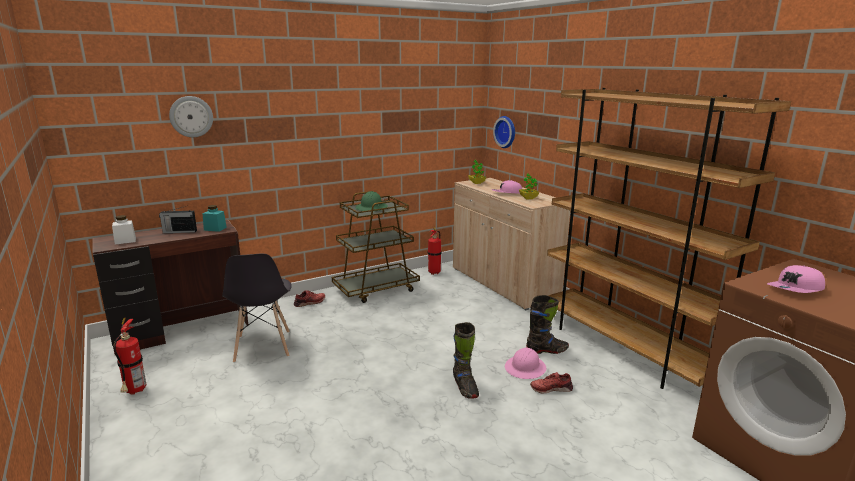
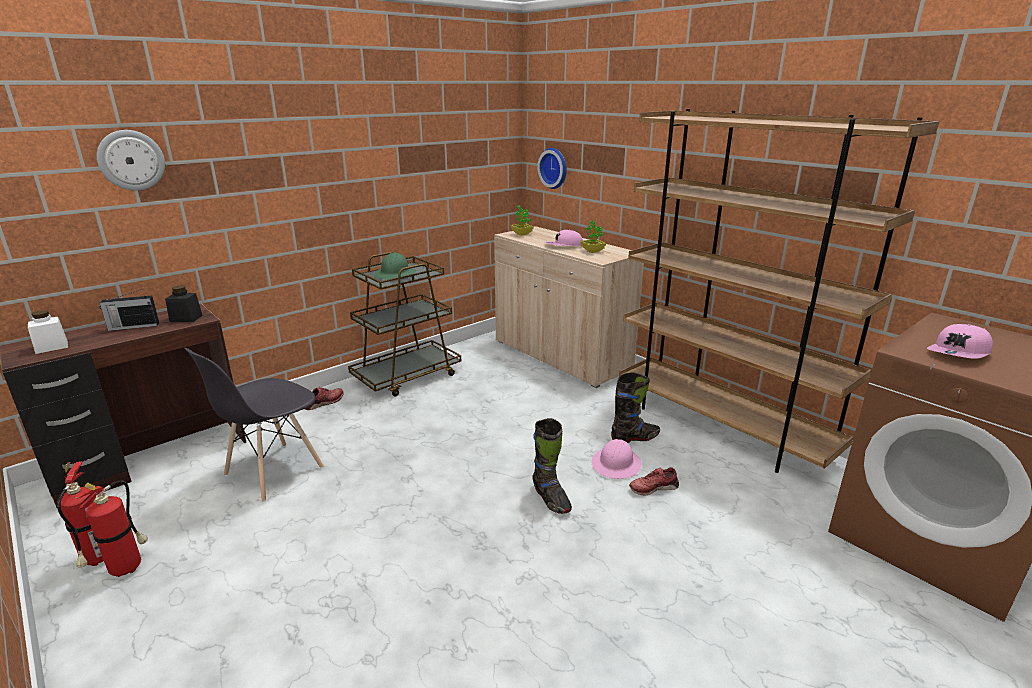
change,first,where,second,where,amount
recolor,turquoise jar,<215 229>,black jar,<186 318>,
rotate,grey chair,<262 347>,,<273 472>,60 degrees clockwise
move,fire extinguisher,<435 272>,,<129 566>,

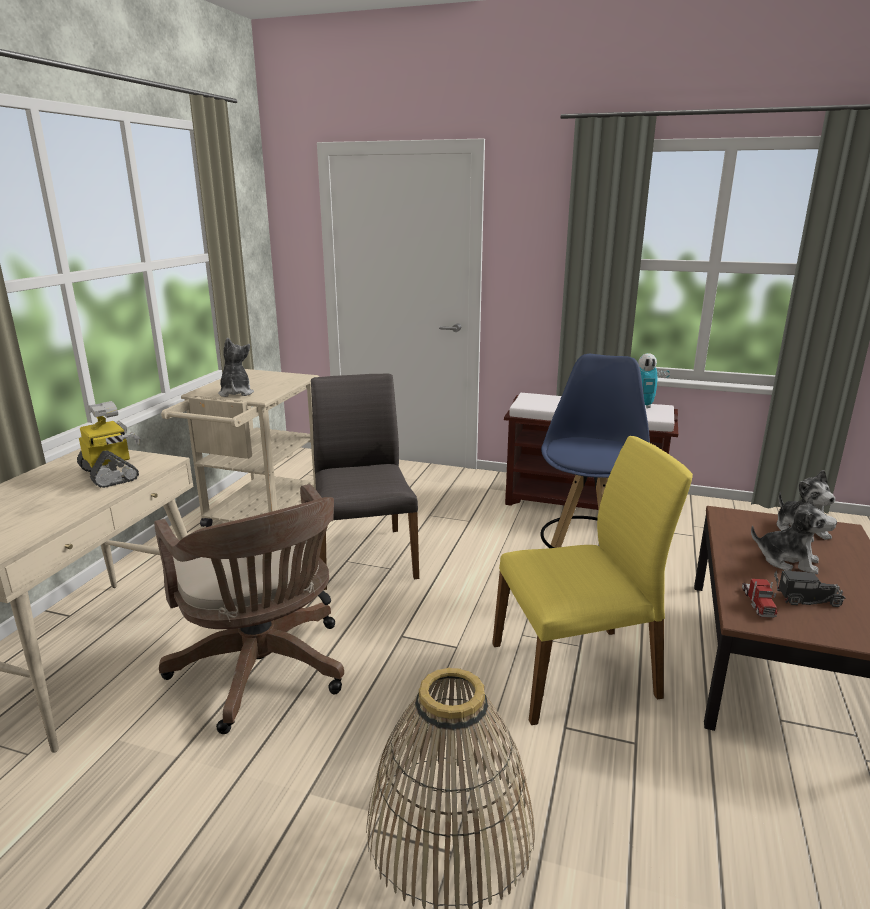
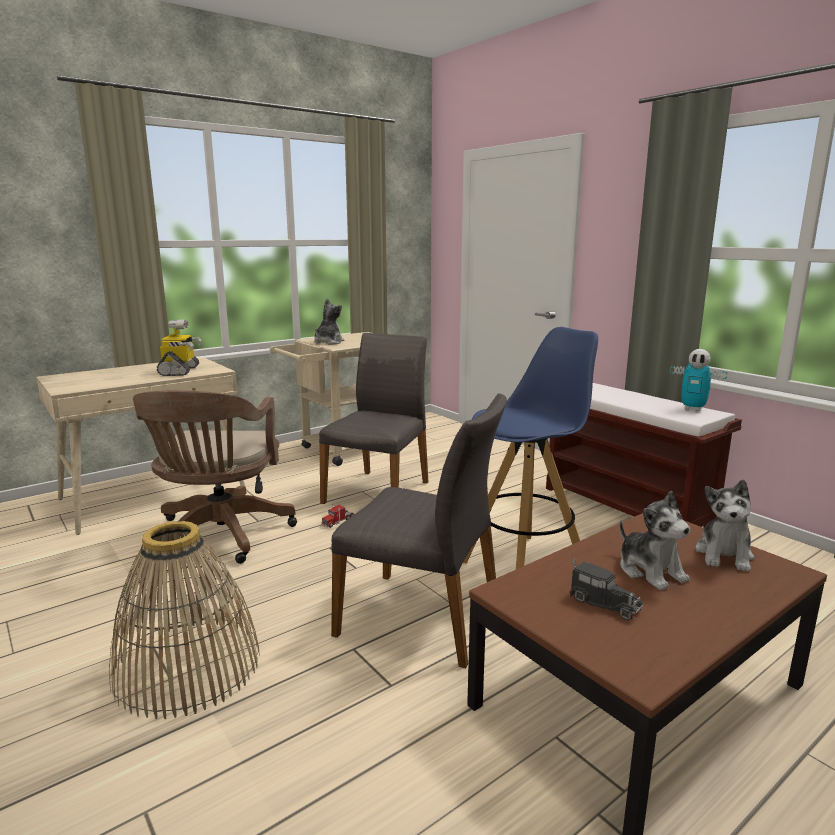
change,first,where,second,where,amount
recolor,yellow chair,<576 671>,grey chair,<421 618>,
move,toy truck,<757 603>,,<338 521>,

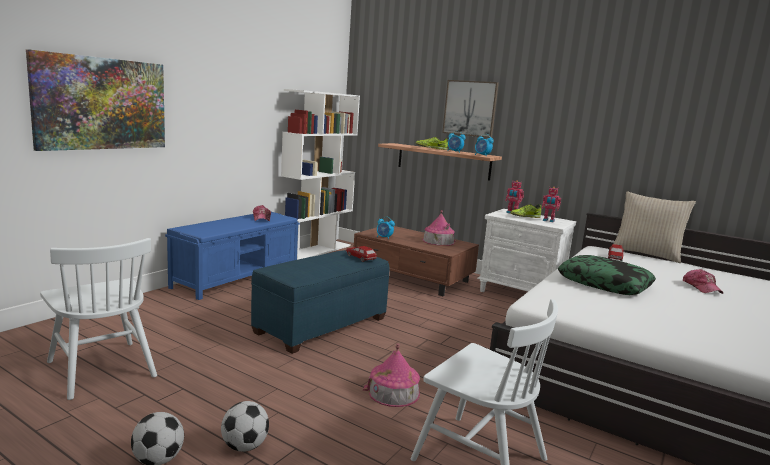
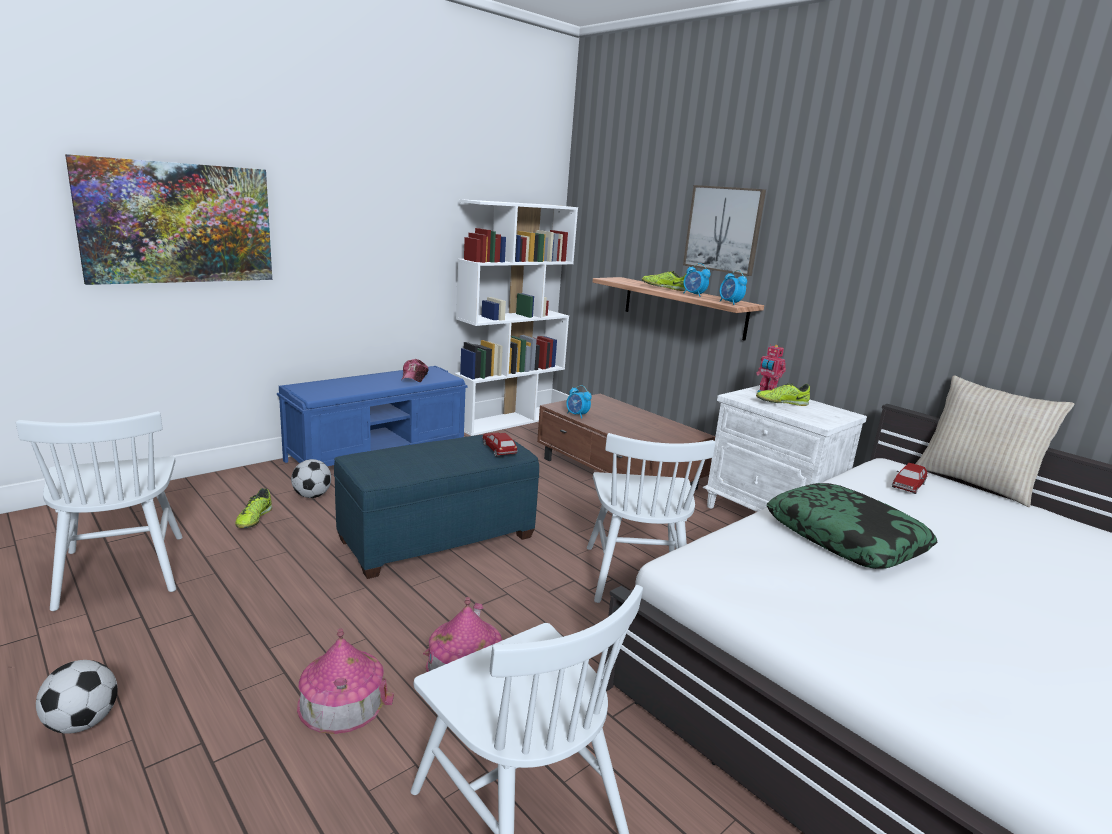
change,first,where,second,where,amount
move,football,<245 446>,,<312 496>,
move,toy house,<438 241>,,<342 701>,
delete,toy robot,<548 221>,,,
delete,cap,<701 287>,,,
insert,,,shoe,<254 519>,
insert,,,white chair,<635 575>,

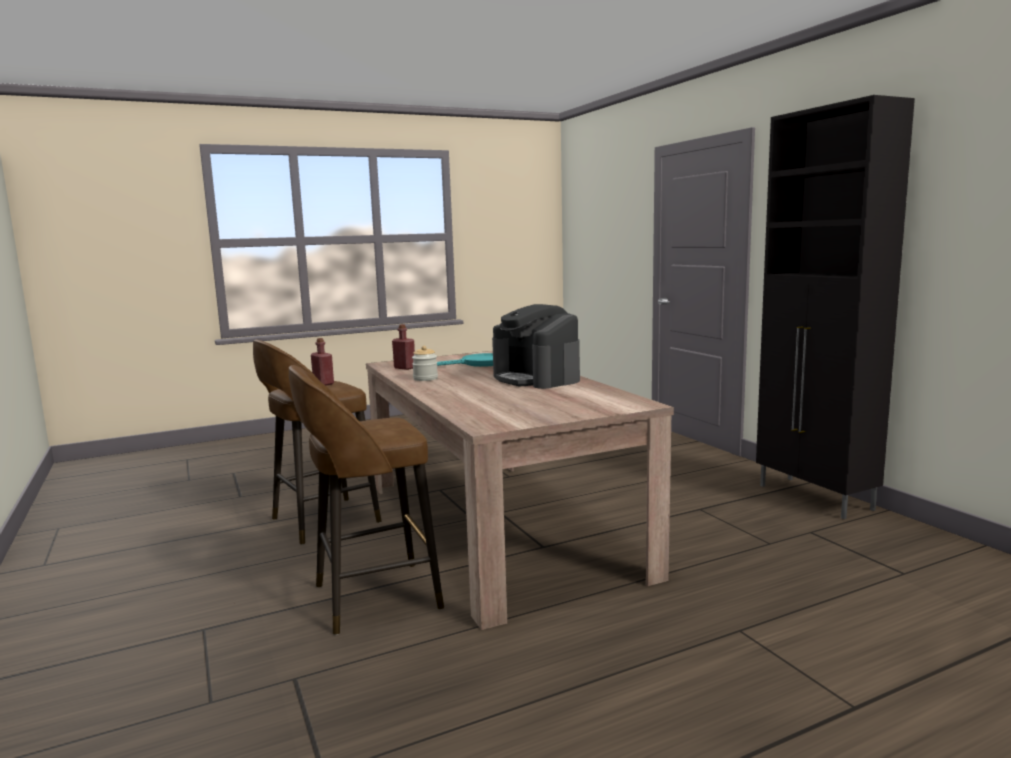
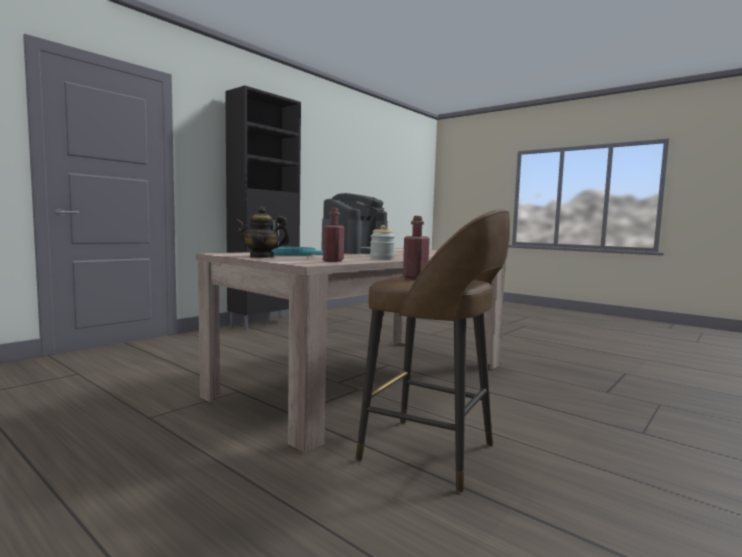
change,first,where,second,where,amount
delete,brown stool,<372 597>,,,
insert,,,teapot,<262 257>,

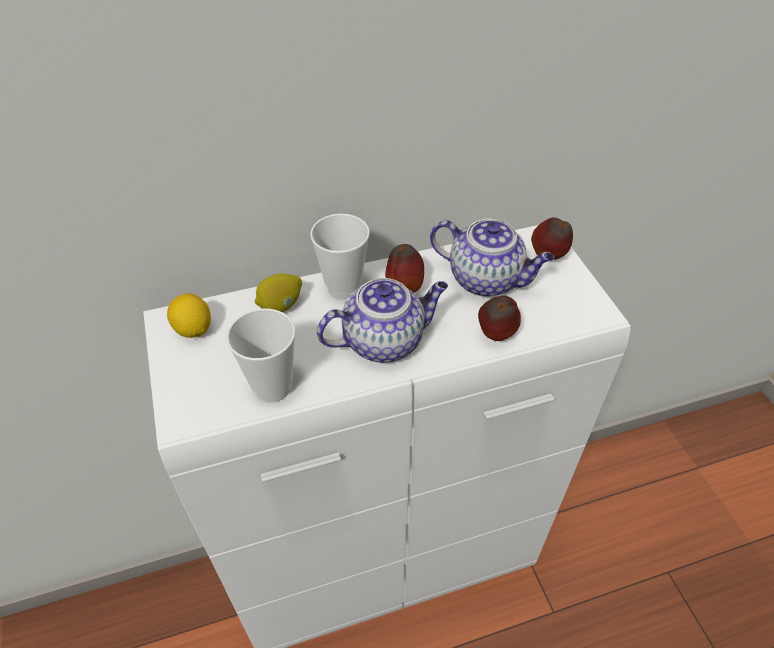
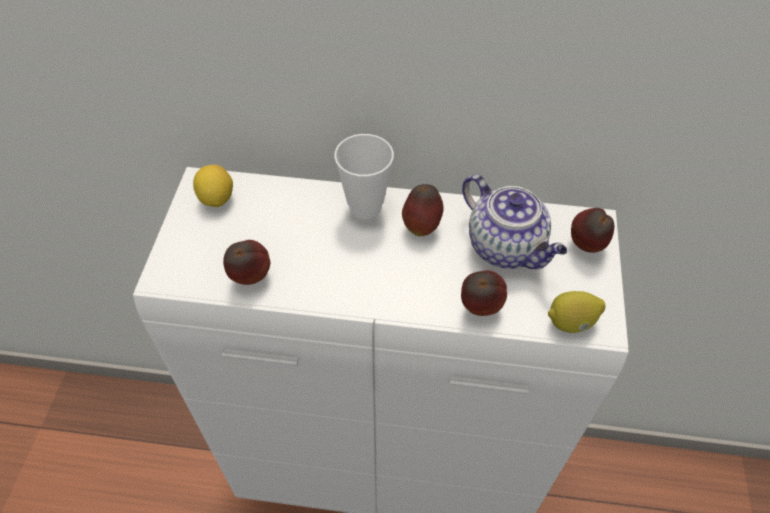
change,first,where,second,where,amount
replace,cup,<272 387>,apple,<250 277>,
move,lemon,<281 306>,,<571 322>,
delete,teapot,<384 340>,,,

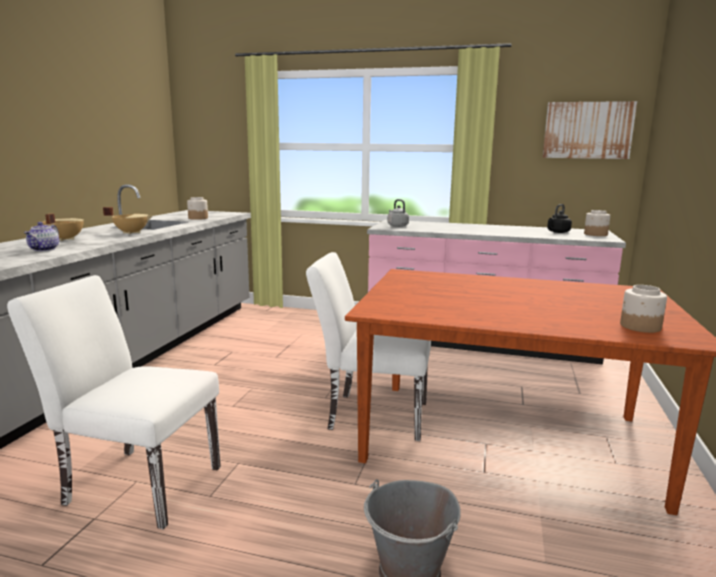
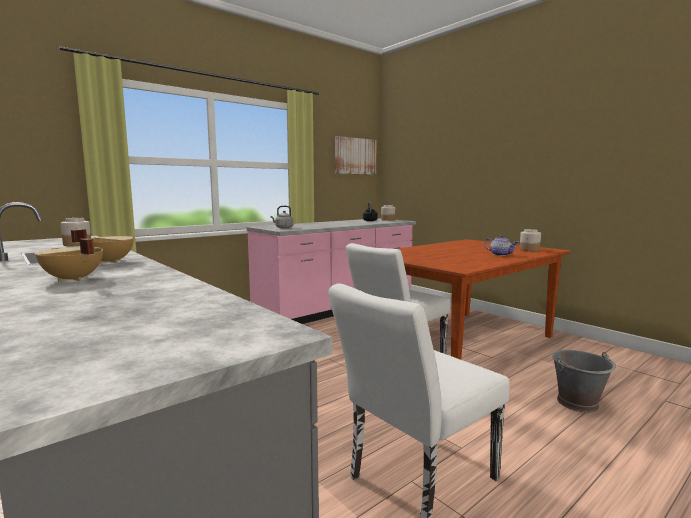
change,first,where,second,where,amount
move,teapot,<44 249>,,<500 255>,

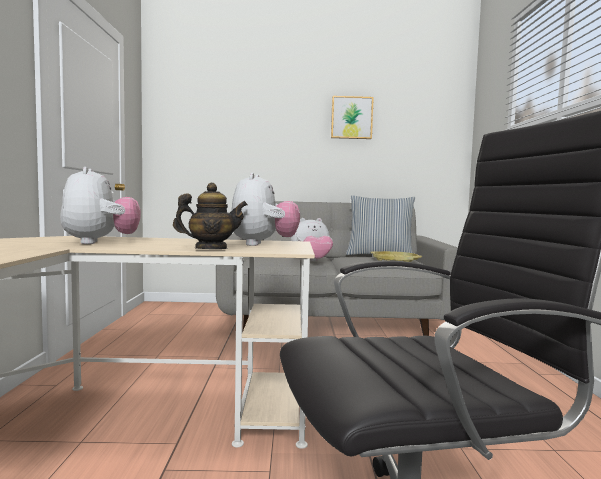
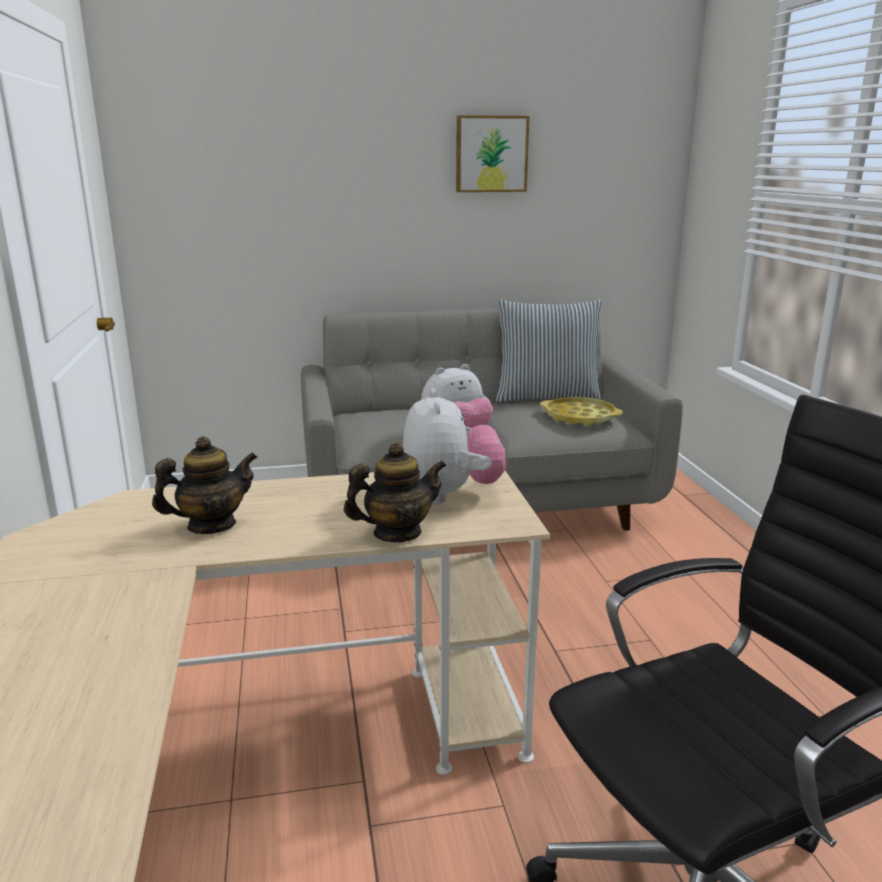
change,first,where,second,where,amount
replace,plush toy,<100 242>,teapot,<211 525>,

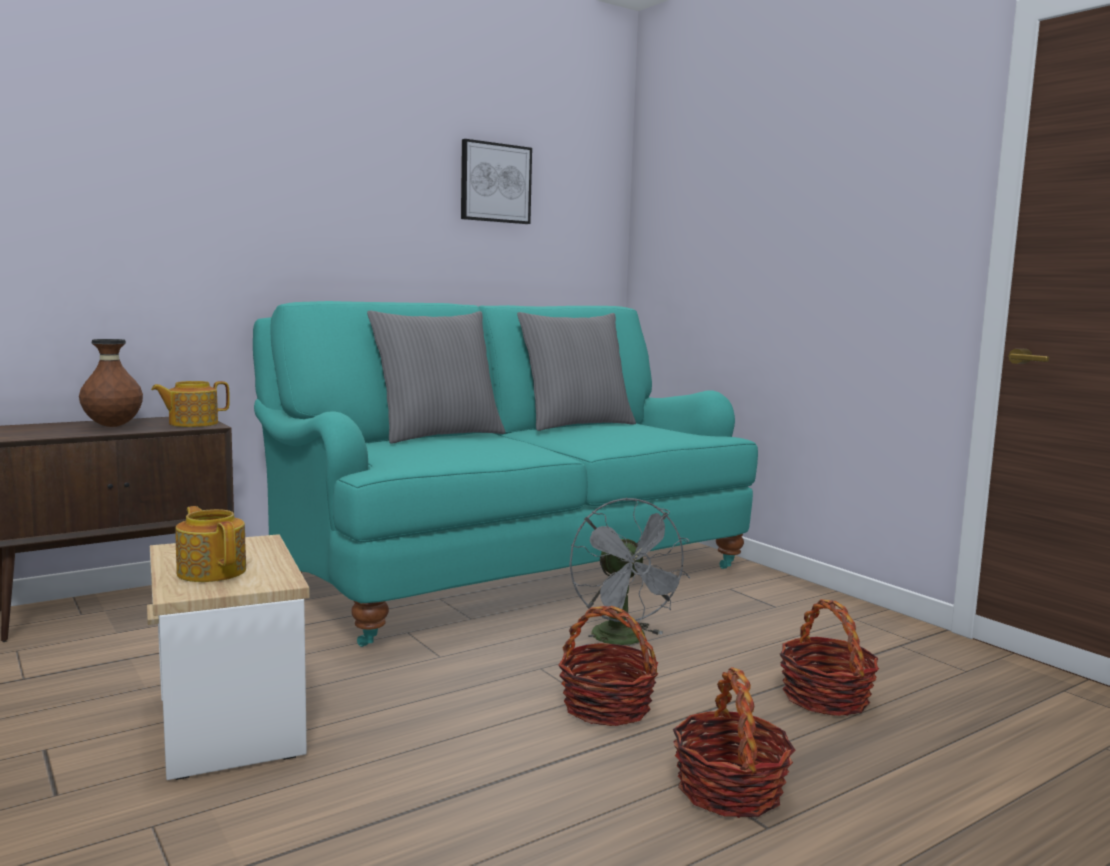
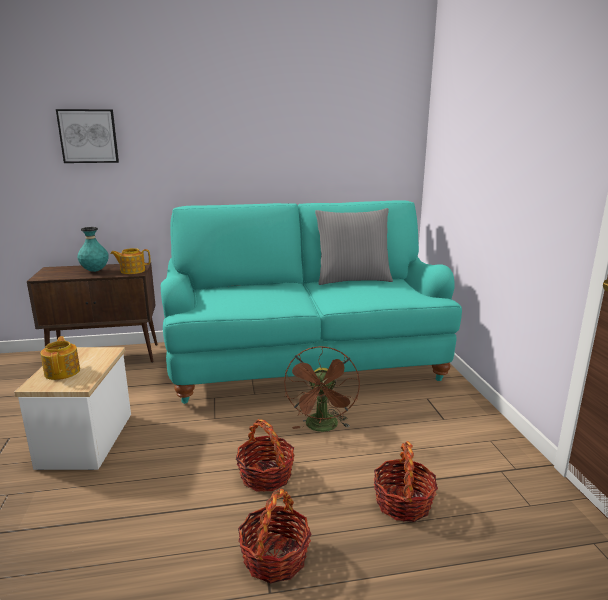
change,first,where,second,where,amount
recolor,brown vase,<112 426>,turquoise vase,<95 271>,
delete,grey pillow,<437 435>,,,
move,picture,<495 183>,,<88 136>,
recolor,grey fan,<625 640>,brown fan,<322 428>,

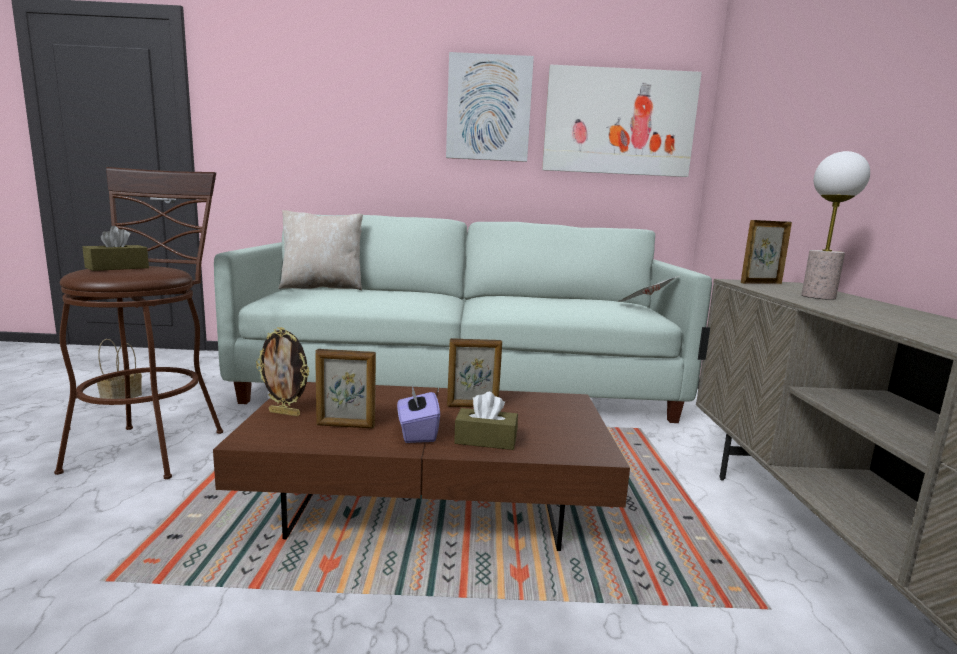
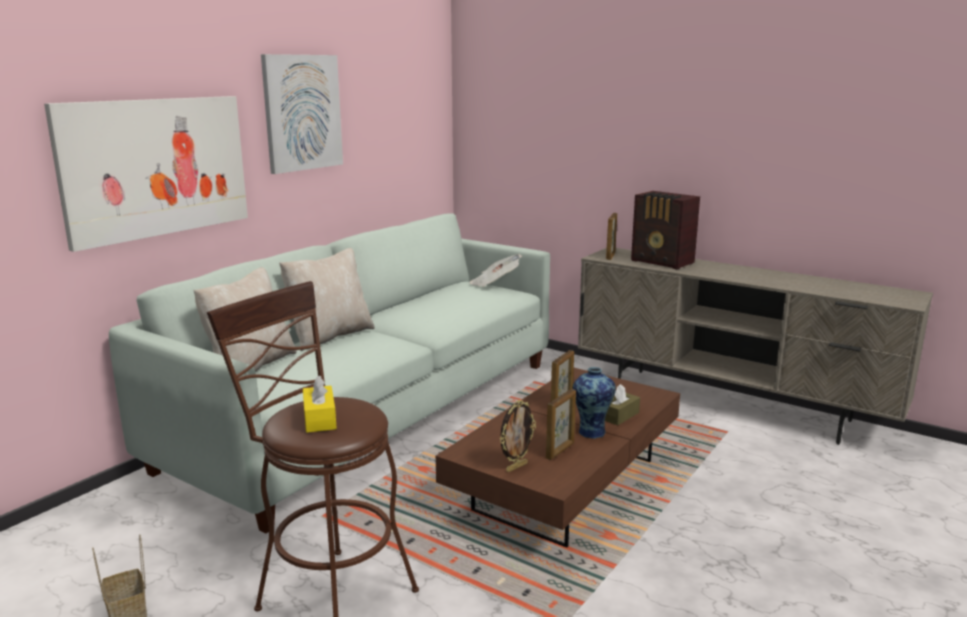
change,first,where,second,where,amount
recolor,brown tissue box,<117 268>,yellow tissue box,<319 419>,
replace,purple tissue box,<417 433>,vase,<592 431>,
move,picture,<619 122>,,<156 167>,
replace,table lamp,<818 297>,radio,<663 262>,
insert,,,beige pillow,<329 336>,

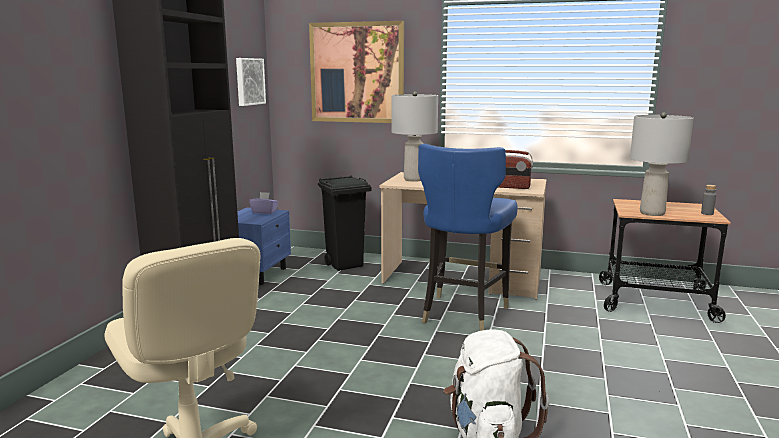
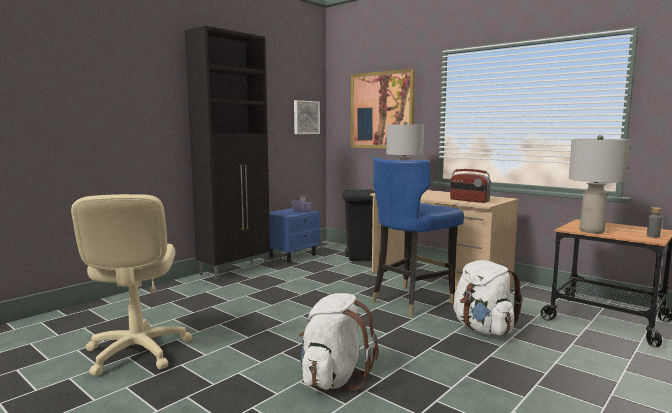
change,first,where,second,where,amount
insert,,,white backpack,<483 329>,

